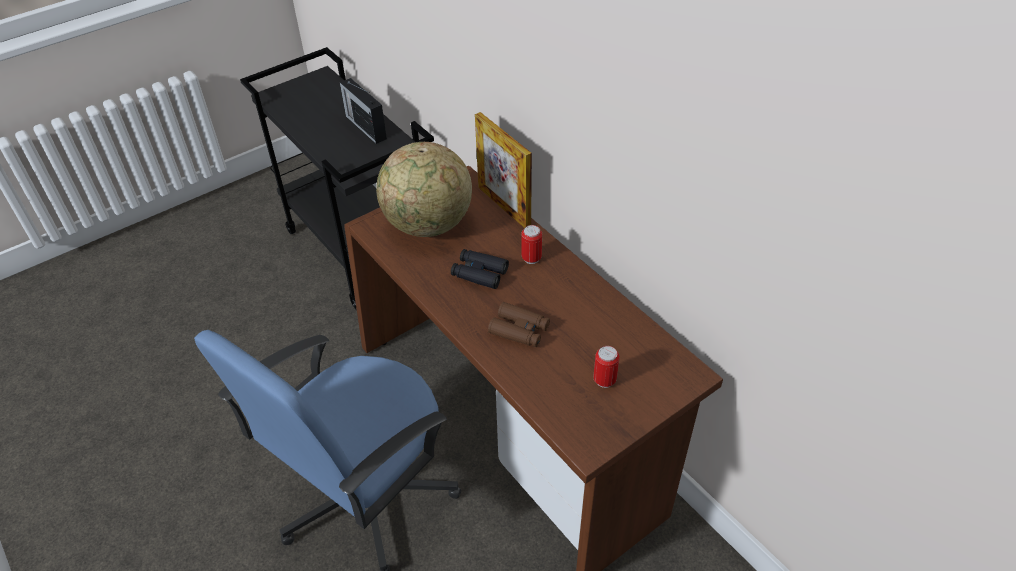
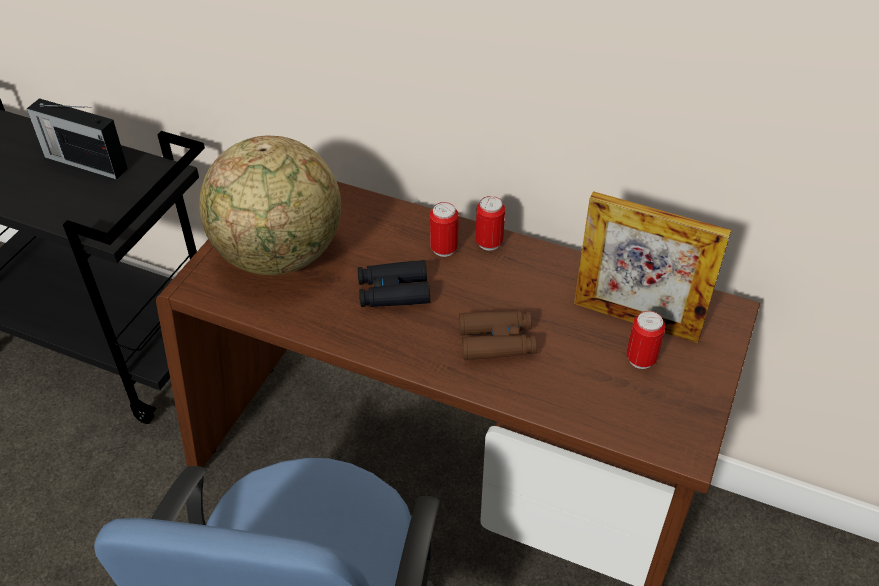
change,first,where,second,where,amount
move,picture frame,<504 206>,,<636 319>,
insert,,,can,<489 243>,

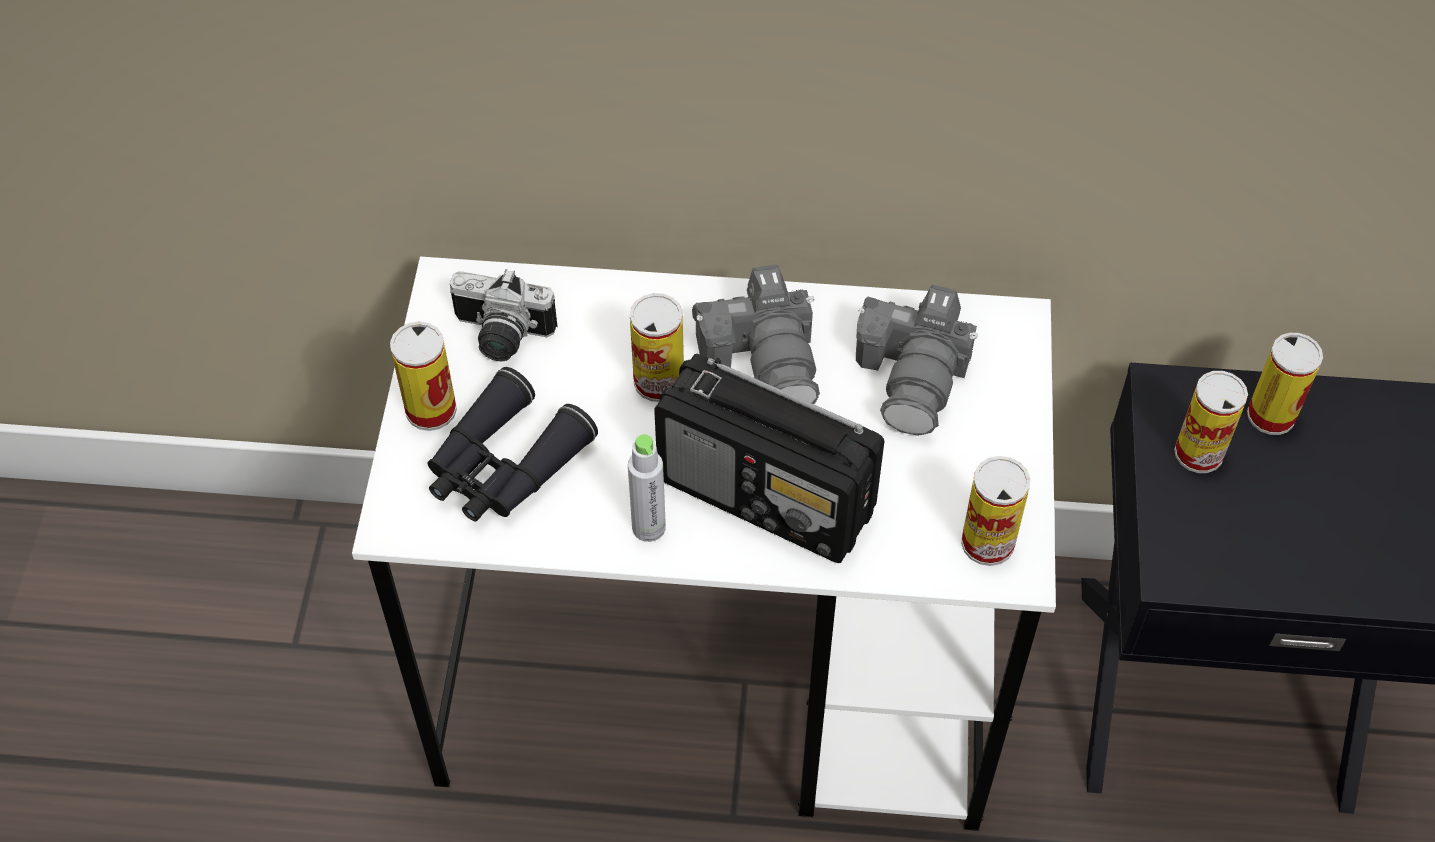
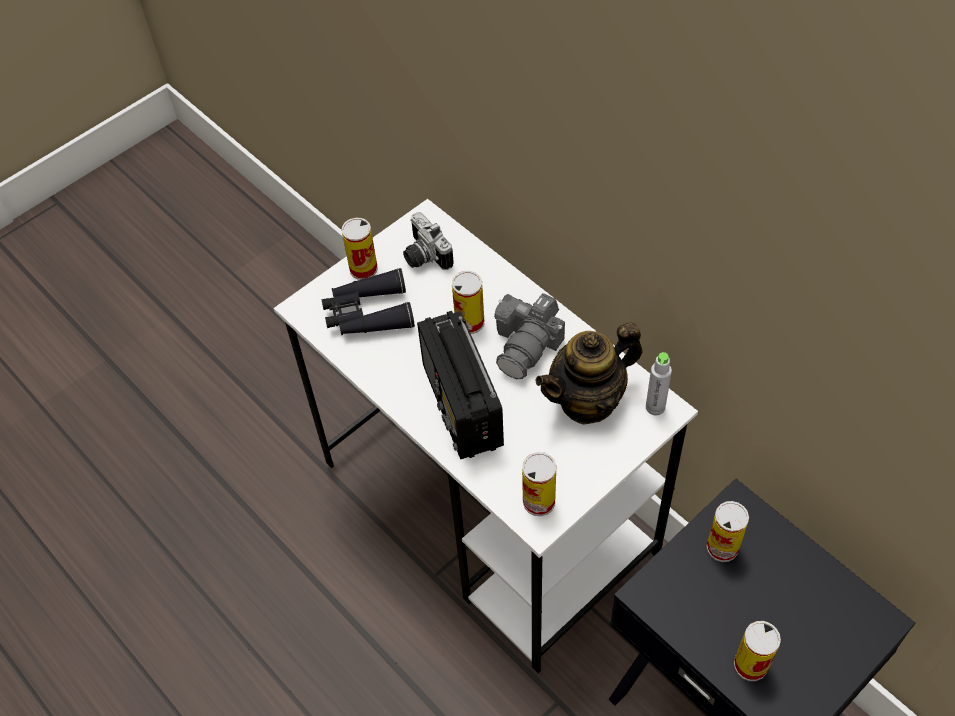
change,first,where,second,where,amount
move,grey bottle,<648 527>,,<655 407>,
replace,photo camera,<914 376>,teapot,<588 400>,
move,can,<1271 415>,,<750 664>,

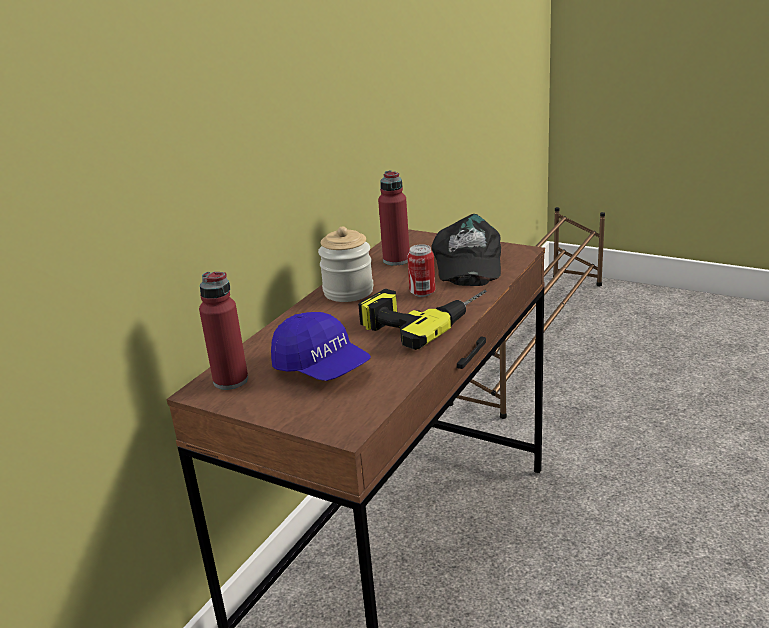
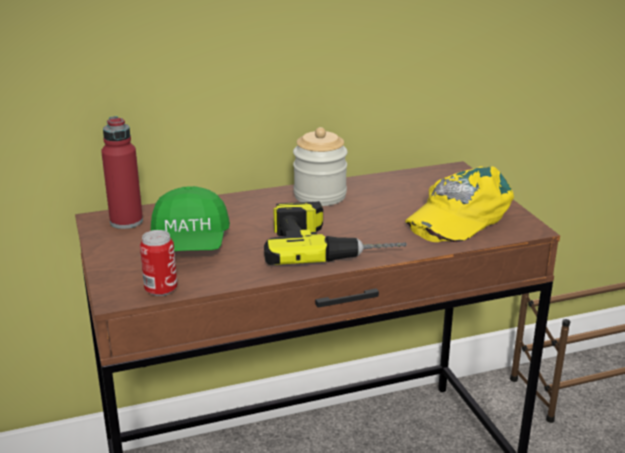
change,first,where,second,where,amount
recolor,blue cap,<322 368>,green cap,<190 244>,
delete,red bottle,<396 260>,,,
move,can,<422 292>,,<161 290>,
recolor,black cap,<466 262>,yellow cap,<458 216>,

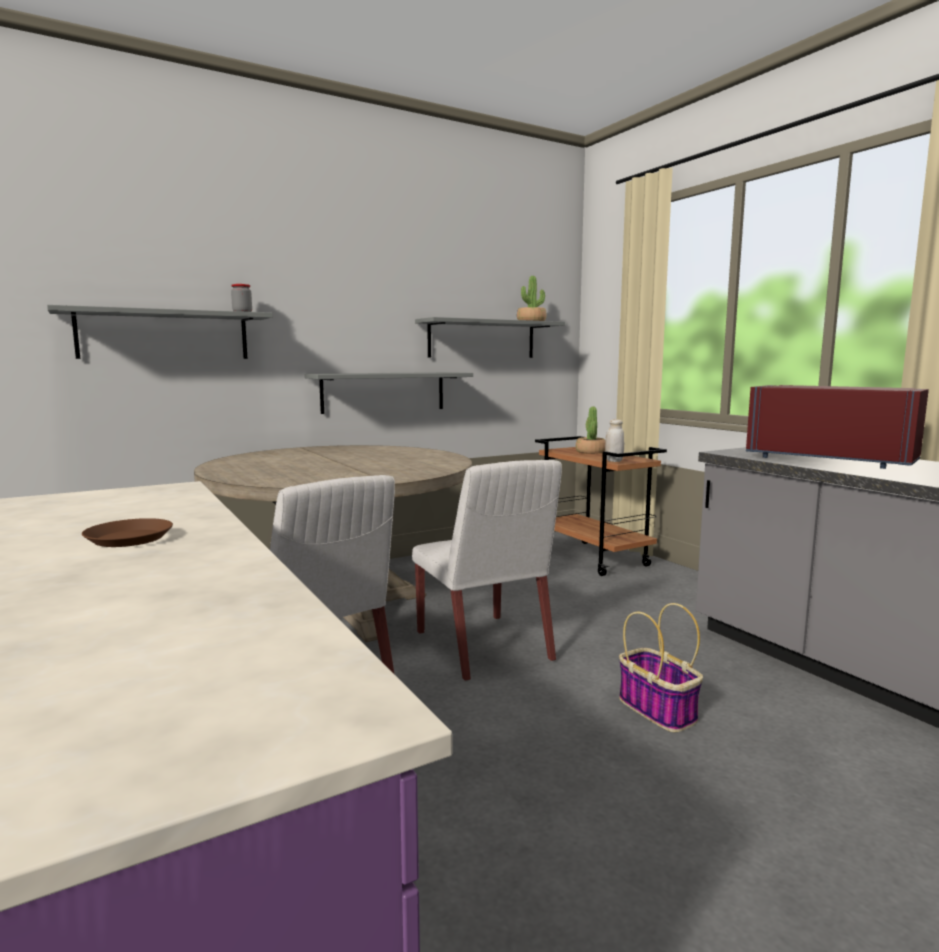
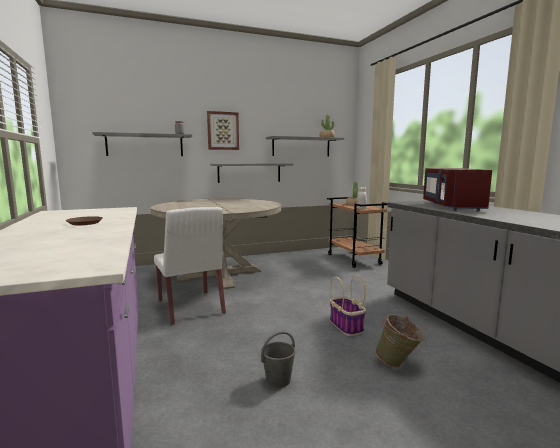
change,first,where,second,where,amount
delete,white chair,<484 647>,,,
rotate,red microwave,<830 459>,,<451 206>,135 degrees counterclockwise
insert,,,picture,<223 131>,
insert,,,grey bucket,<278 380>,
insert,,,green bucket,<398 364>,

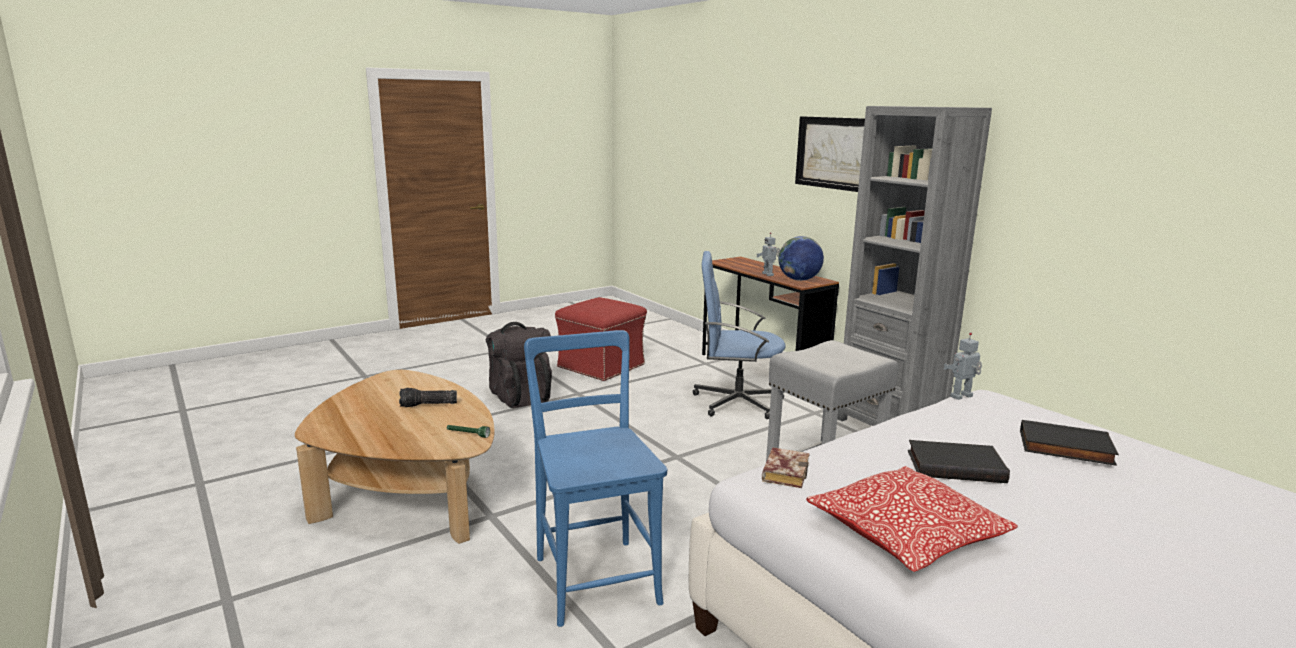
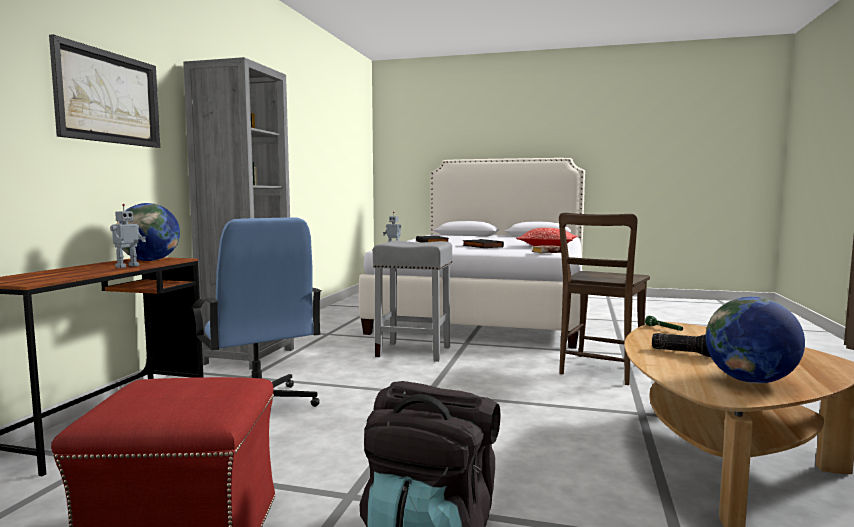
change,first,where,second,where,amount
recolor,blue chair,<594 575>,brown chair,<600 371>,
insert,,,globe,<750 381>,

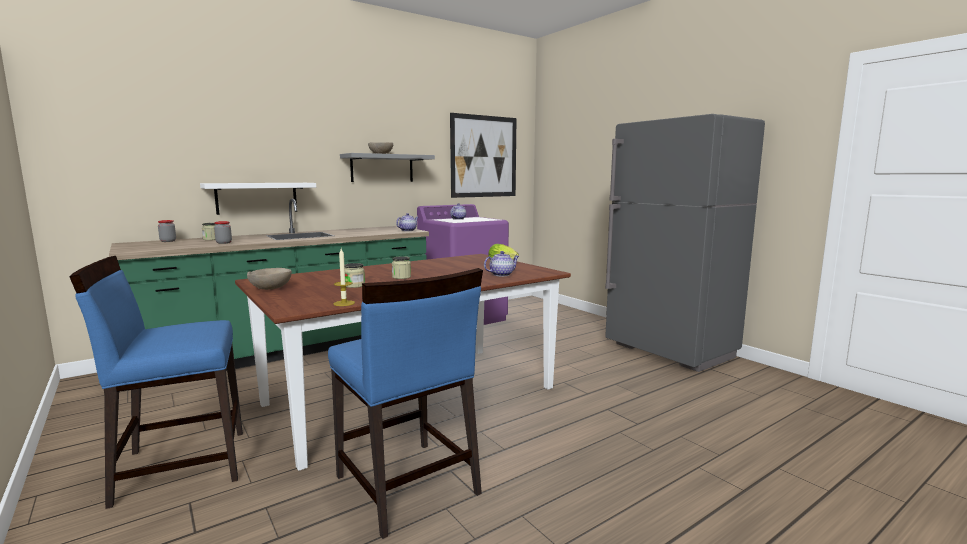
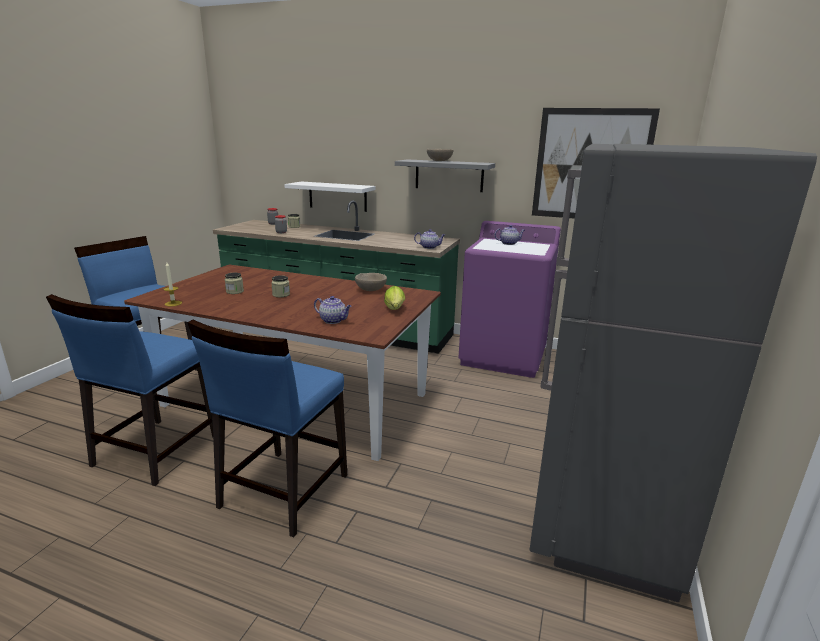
change,first,where,second,where,amount
move,beige bowl,<271 288>,,<371 290>,
insert,,,blue chair,<283 491>,

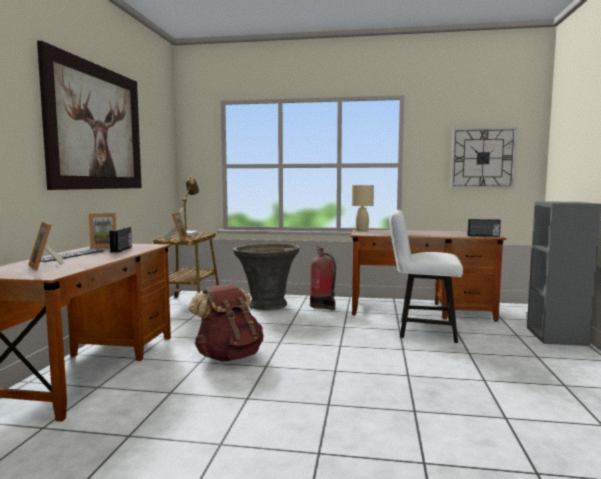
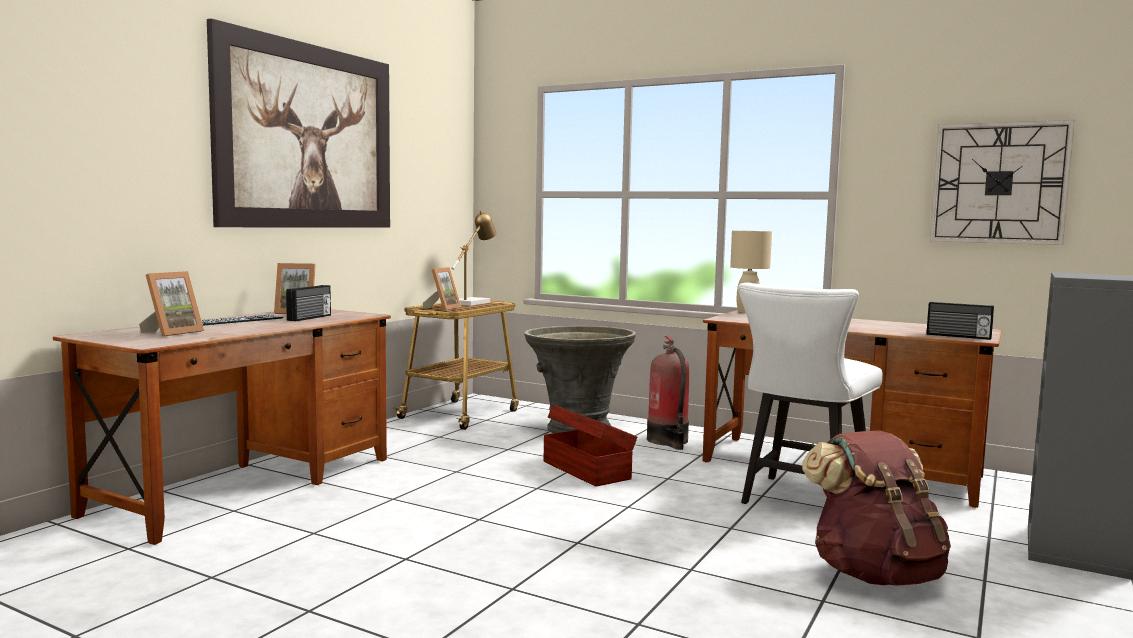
change,first,where,second,where,amount
rotate,picture frame,<46 266>,,<172 332>,135 degrees counterclockwise
move,brown backpack,<229 356>,,<875 574>,
rotate,white chair,<421 330>,,<801 503>,90 degrees counterclockwise
insert,,,brown storage box,<586 469>,

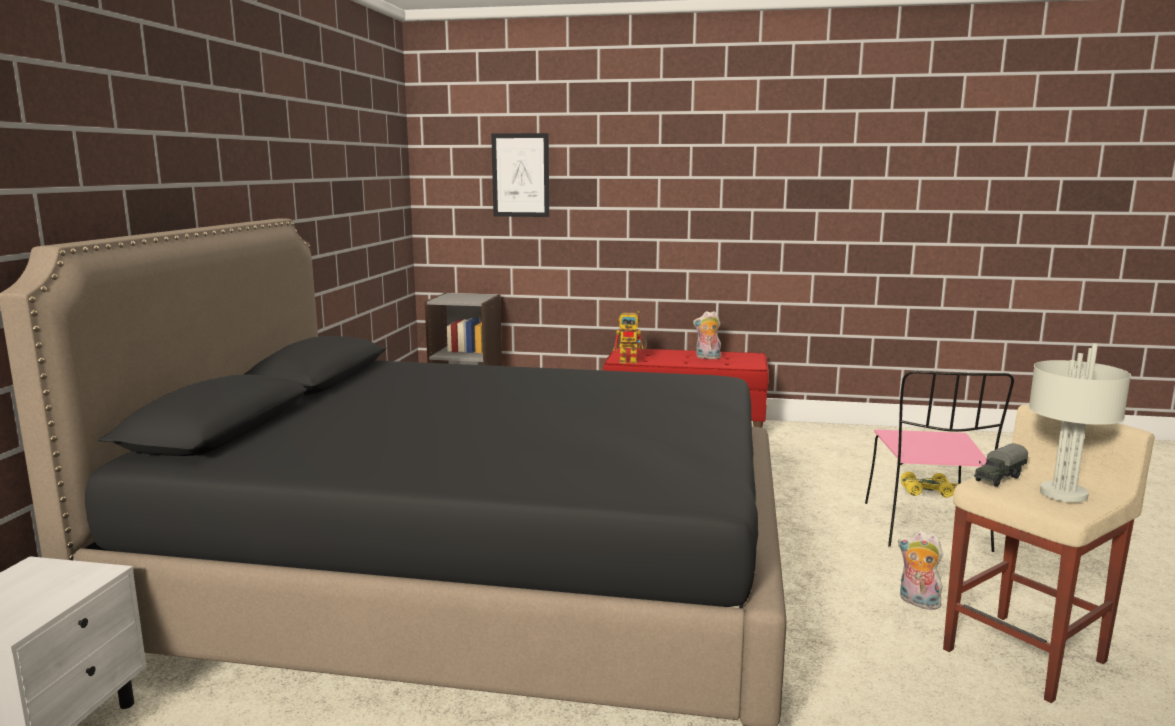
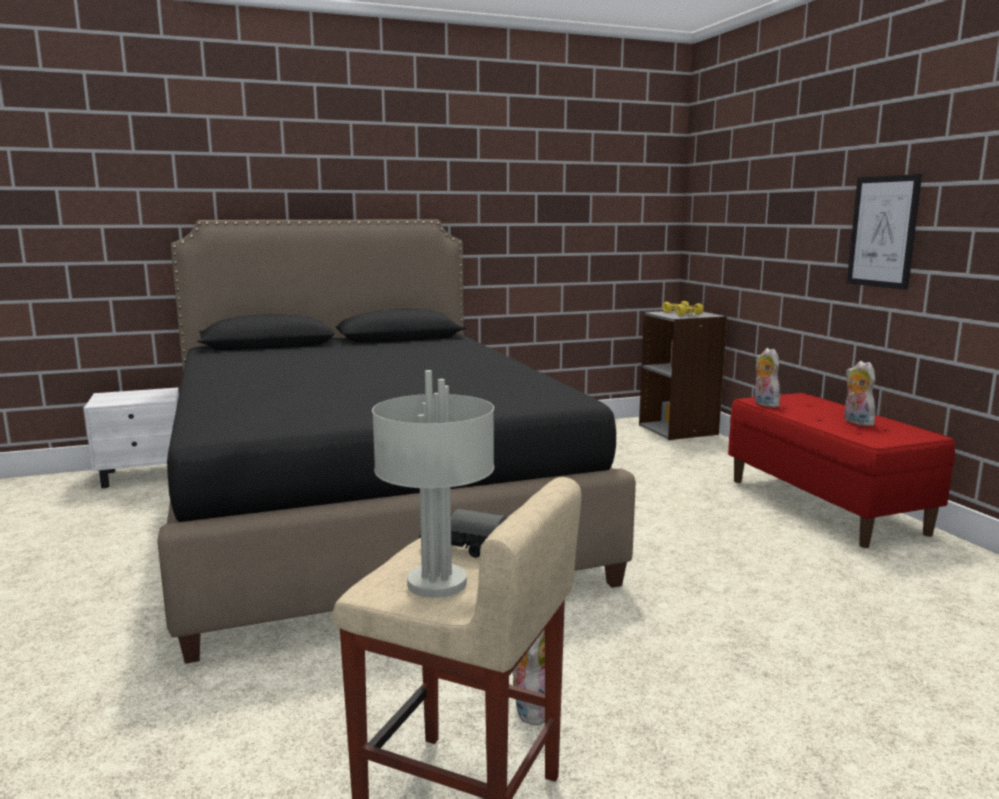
change,first,where,second,where,amount
move,picture,<520 175>,,<883 232>,
replace,toy robot,<632 361>,plush toy,<764 404>,
delete,pink chair,<926 528>,,,
move,yellow toy car,<927 490>,,<682 313>,

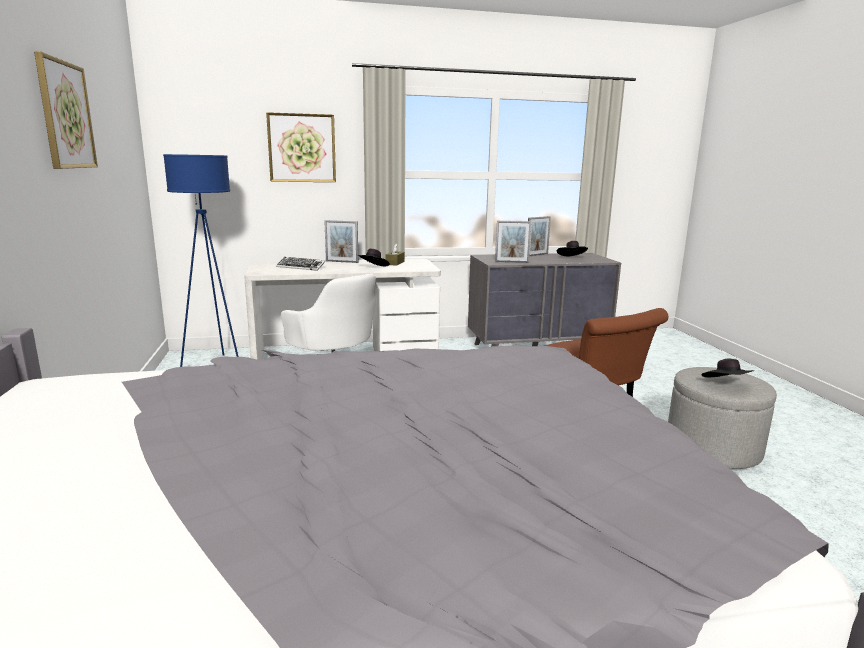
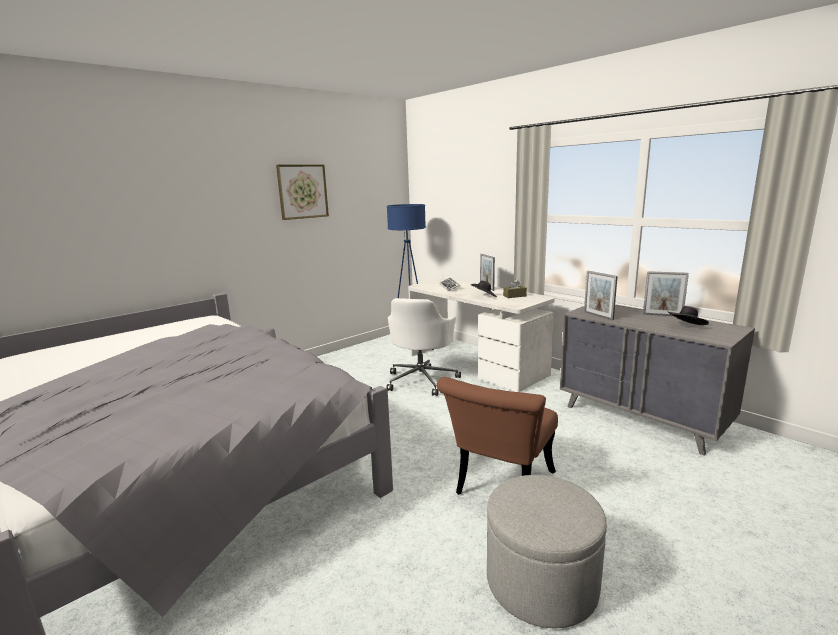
change,first,where,second,where,amount
delete,picture,<302 148>,,,
delete,black hat,<726 385>,,,

